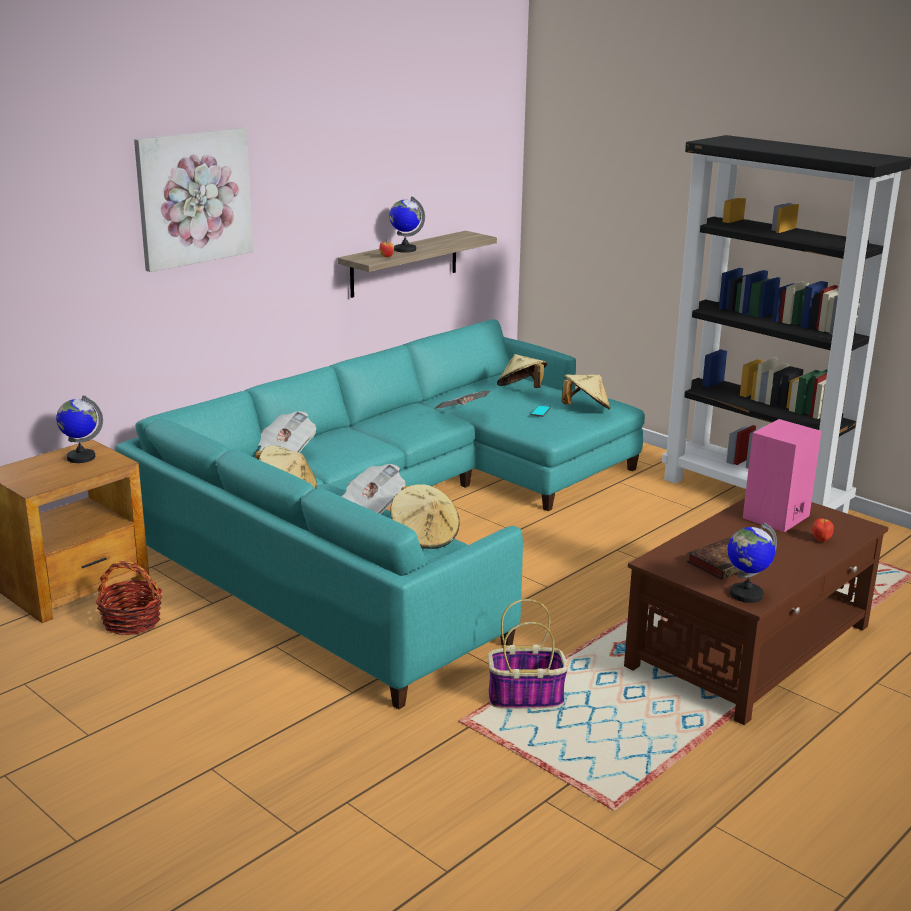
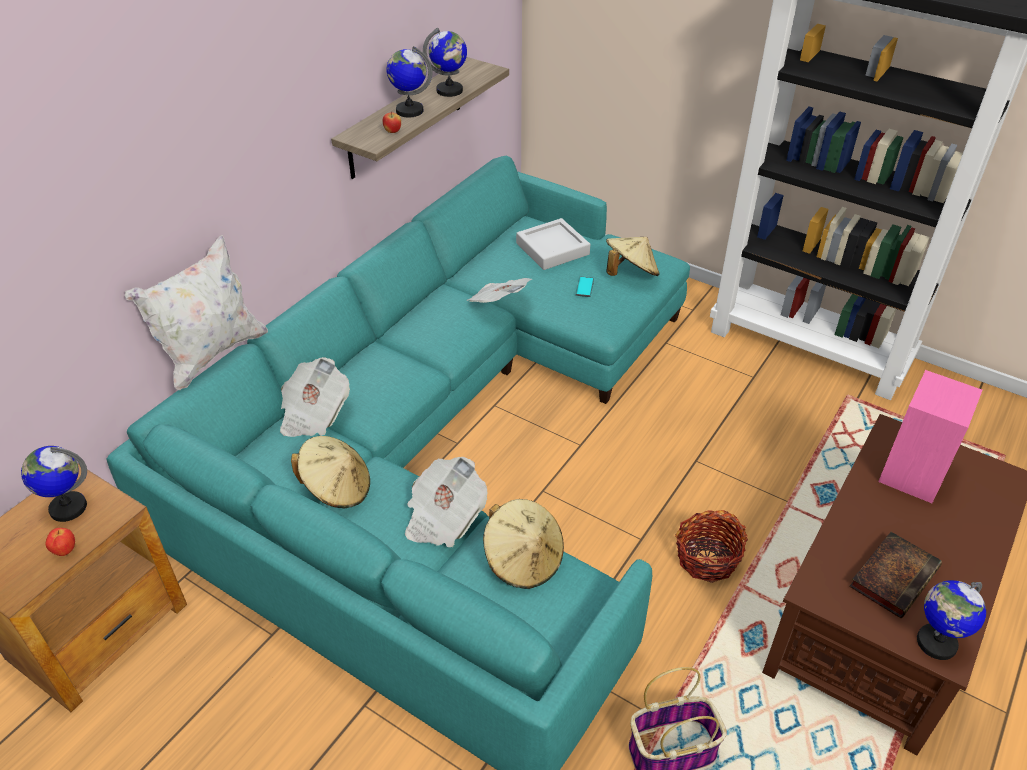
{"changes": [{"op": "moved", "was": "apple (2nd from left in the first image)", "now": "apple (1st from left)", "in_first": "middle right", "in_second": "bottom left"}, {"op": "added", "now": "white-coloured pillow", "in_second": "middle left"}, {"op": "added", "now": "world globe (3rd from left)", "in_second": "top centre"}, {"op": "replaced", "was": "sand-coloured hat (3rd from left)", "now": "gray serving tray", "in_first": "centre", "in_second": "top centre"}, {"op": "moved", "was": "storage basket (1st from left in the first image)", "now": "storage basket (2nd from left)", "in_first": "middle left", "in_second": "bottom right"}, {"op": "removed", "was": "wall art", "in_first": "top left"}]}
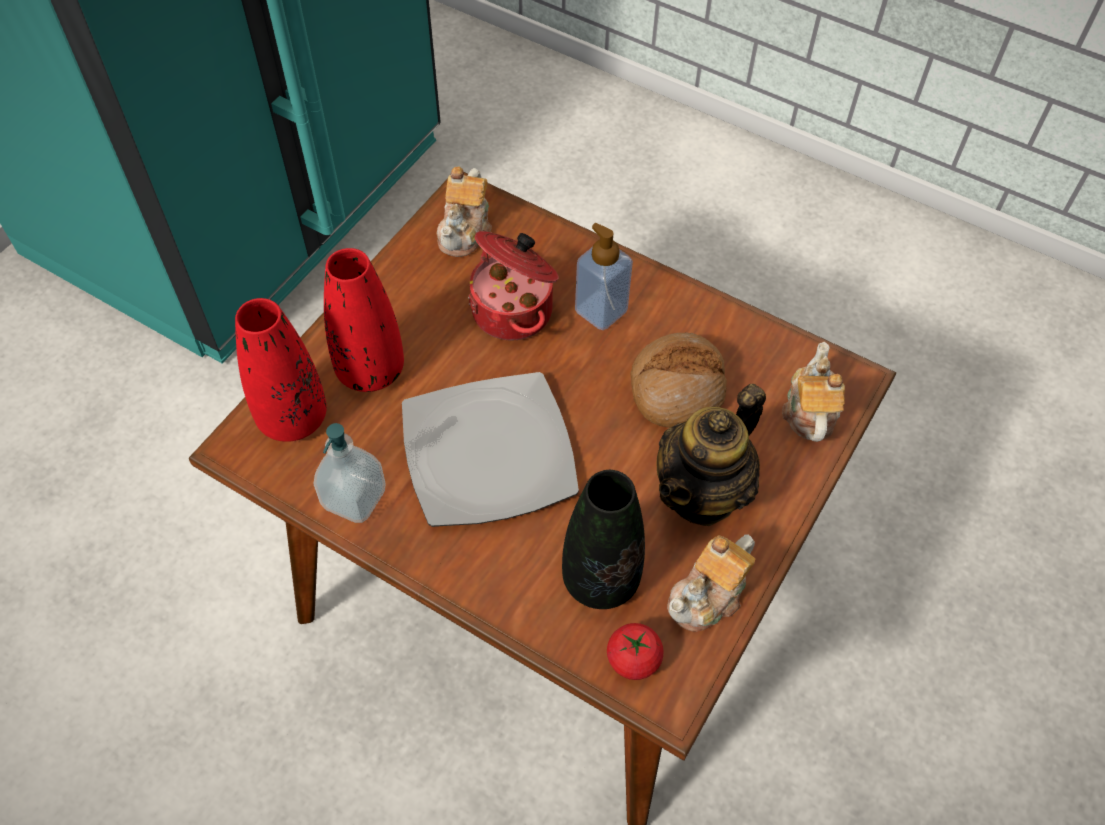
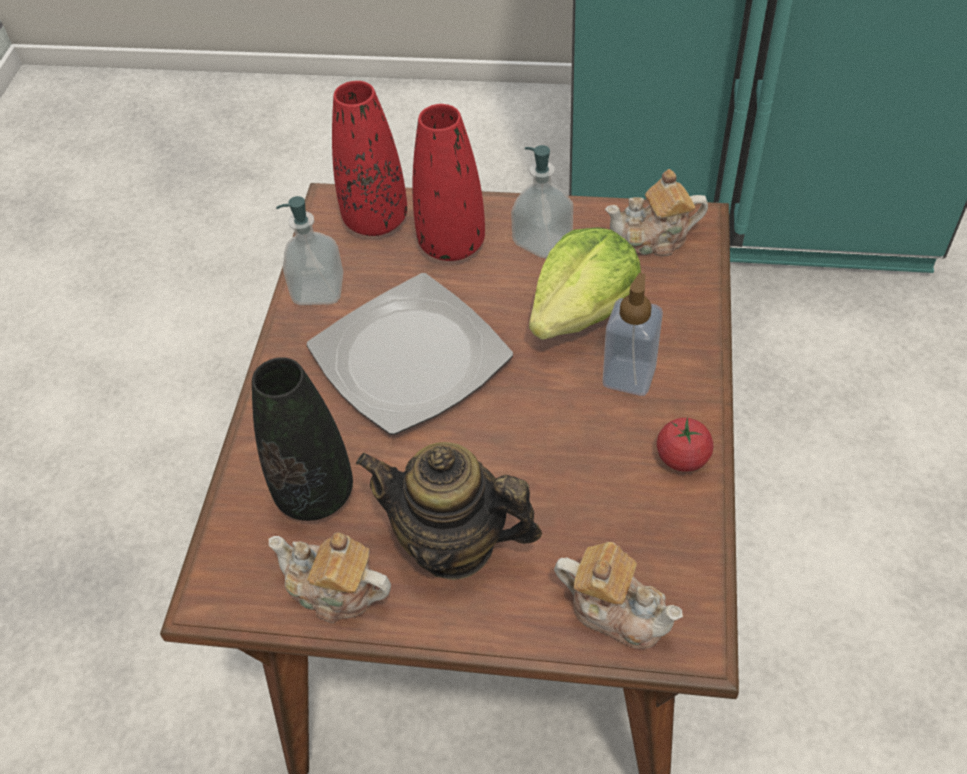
{"changes": [{"op": "added", "now": "soap dispenser (2nd from left)", "in_second": "top centre"}, {"op": "replaced", "was": "stockpot", "now": "lettuce head", "in_first": "centre", "in_second": "centre"}, {"op": "turned", "was": "tea pot (4th from left in the first image)", "in_first": "middle right", "in_second": "bottom centre", "clockwise": 45}, {"op": "moved", "was": "fresh tomato", "in_first": "bottom centre", "in_second": "middle right"}, {"op": "removed", "was": "baked bread", "in_first": "centre"}]}
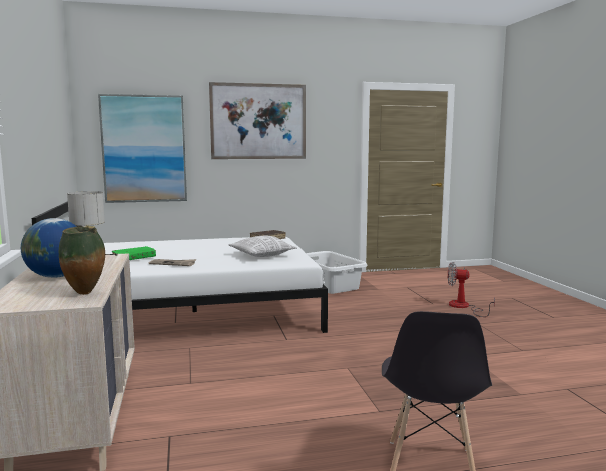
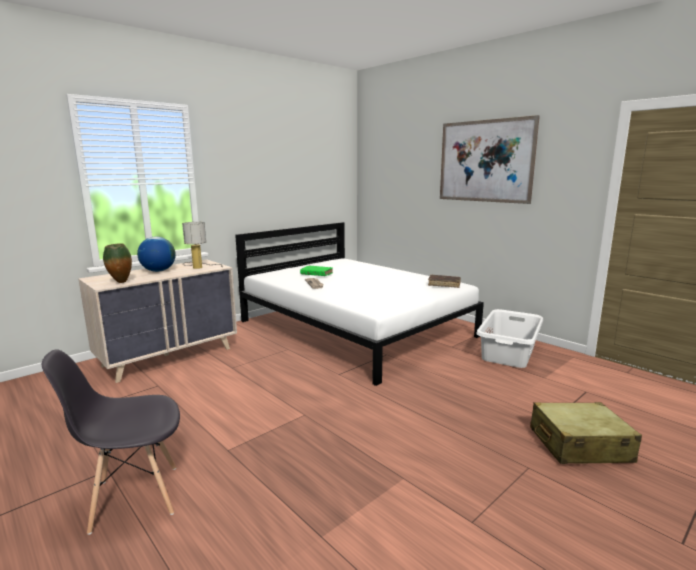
{"changes": [{"op": "replaced", "was": "electric fan", "now": "sand-coloured suitcase", "in_first": "middle right", "in_second": "bottom right"}, {"op": "removed", "was": "wall art (1st from left)", "in_first": "top left"}, {"op": "removed", "was": "pillow", "in_first": "centre"}]}
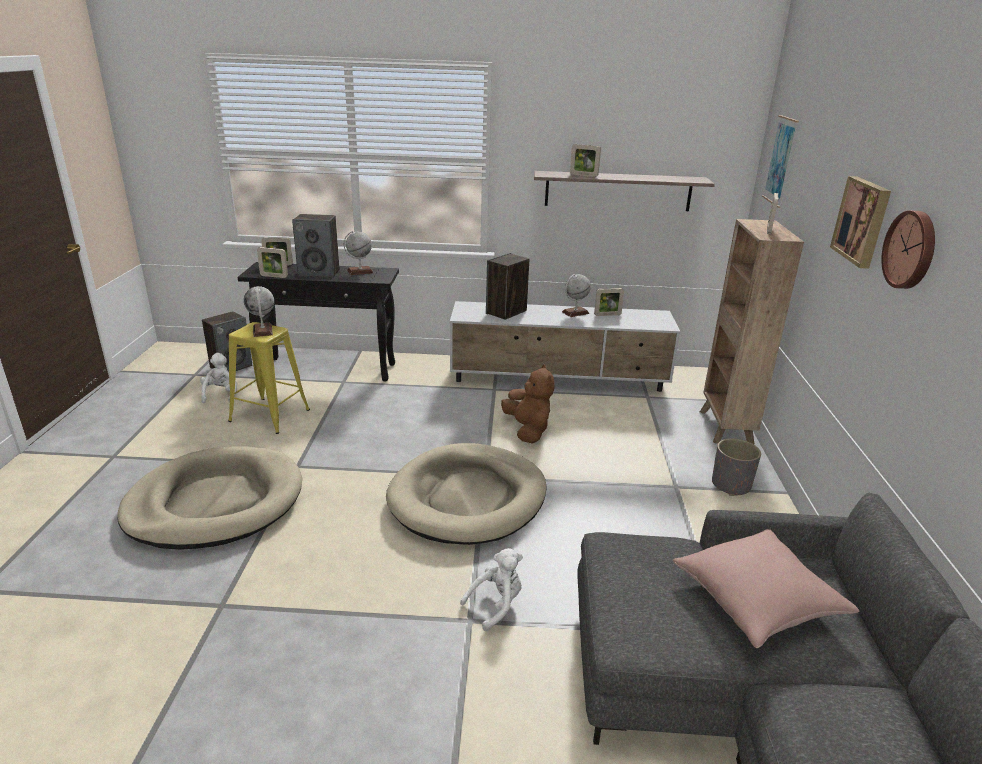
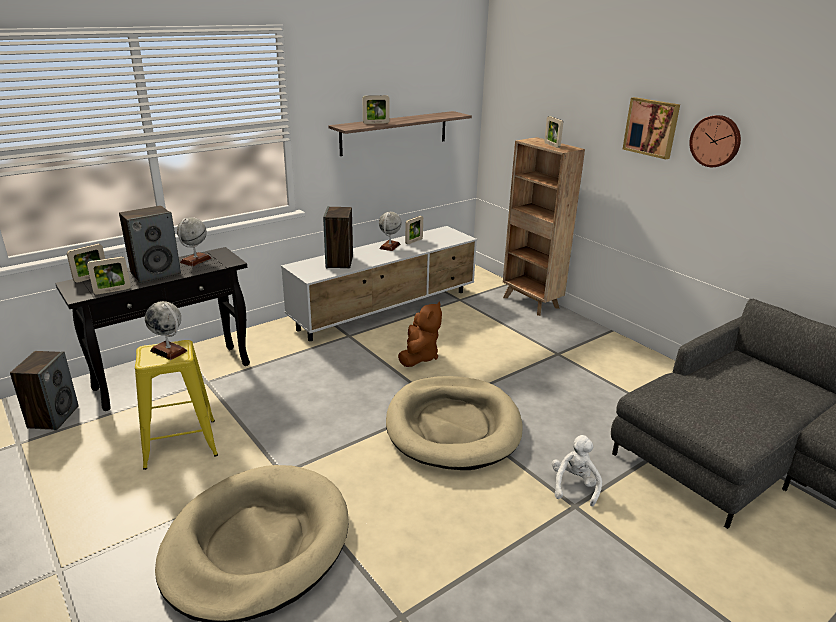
{"changes": [{"op": "turned", "was": "brown-coloured soft toy", "in_first": "centre", "in_second": "centre", "clockwise": 75}, {"op": "removed", "was": "white-coloured soft toy (1st from left)", "in_first": "middle left"}, {"op": "removed", "was": "pinkish pillow", "in_first": "bottom right"}, {"op": "removed", "was": "gray flower pot", "in_first": "middle right"}, {"op": "removed", "was": "wall art (1st from left)", "in_first": "top right"}]}
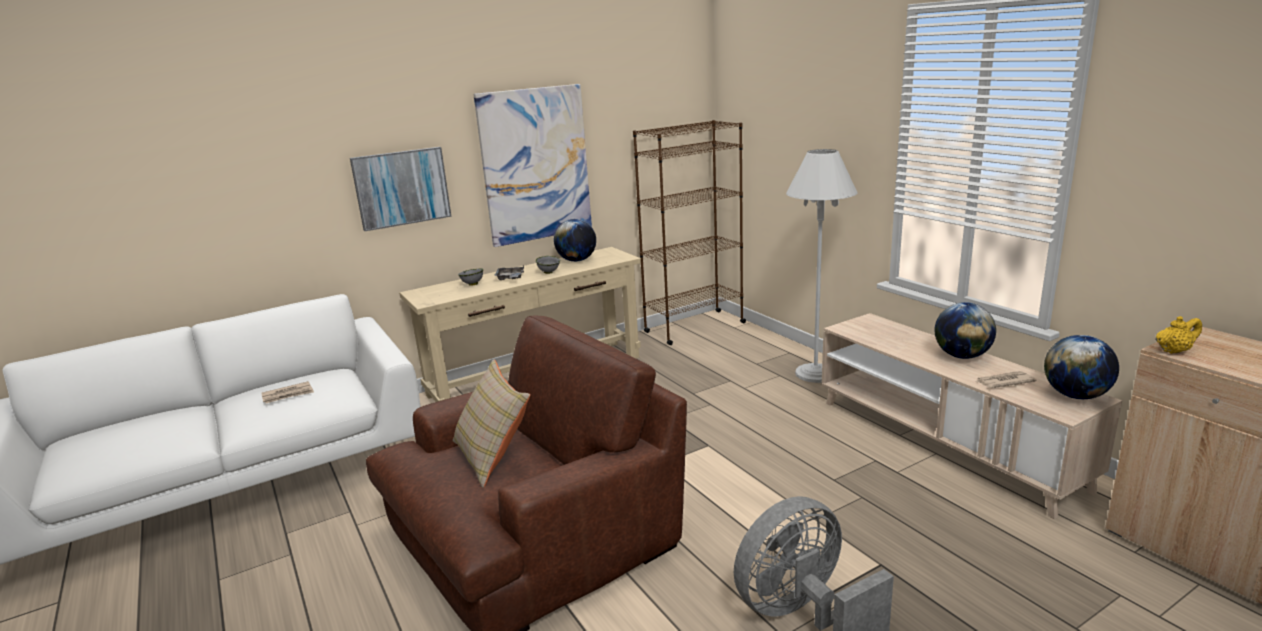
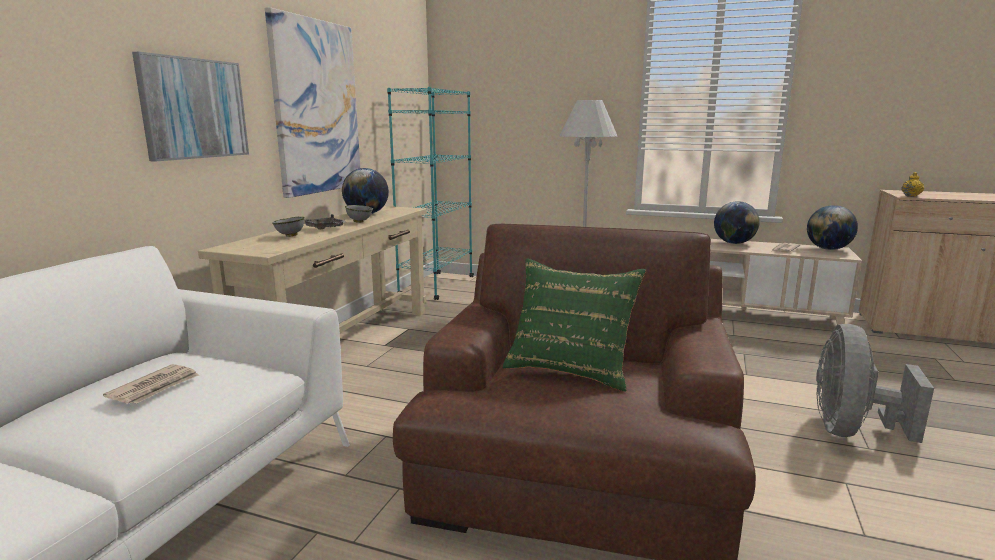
{"changes": [{"op": "recoloured", "was": "brown-coloured shelving unit", "now": "turquoise shelving unit", "in_first": "centre", "in_second": "centre"}, {"op": "recoloured", "was": "sand-coloured pillow", "now": "greenish pillow", "in_first": "bottom centre", "in_second": "centre"}]}
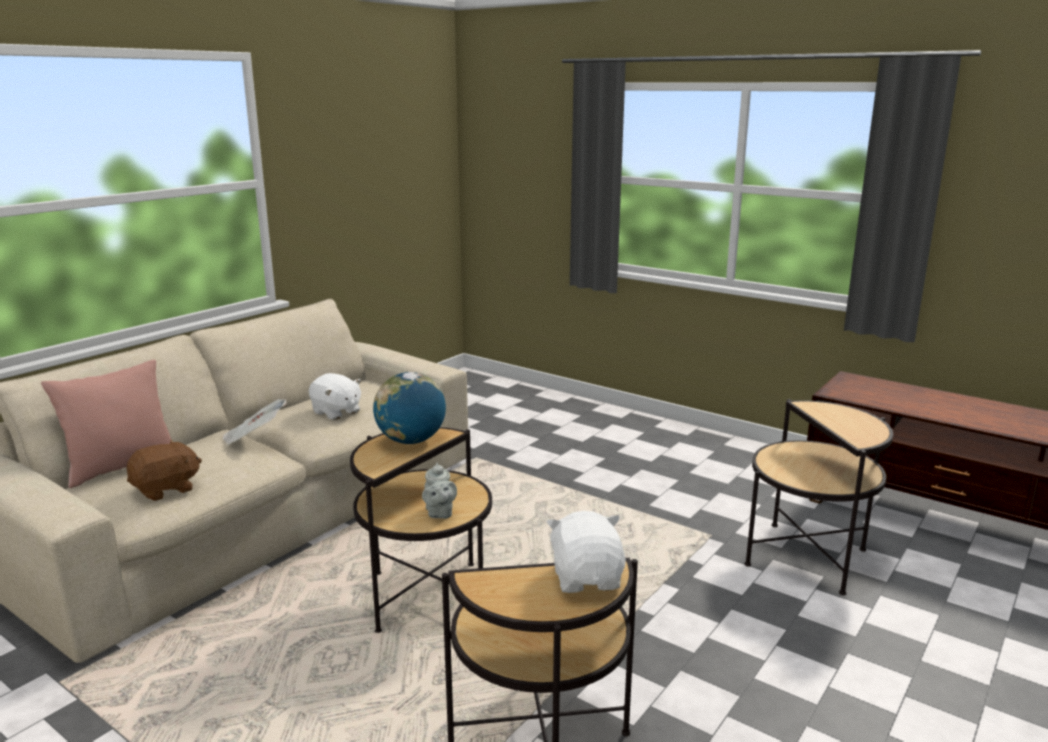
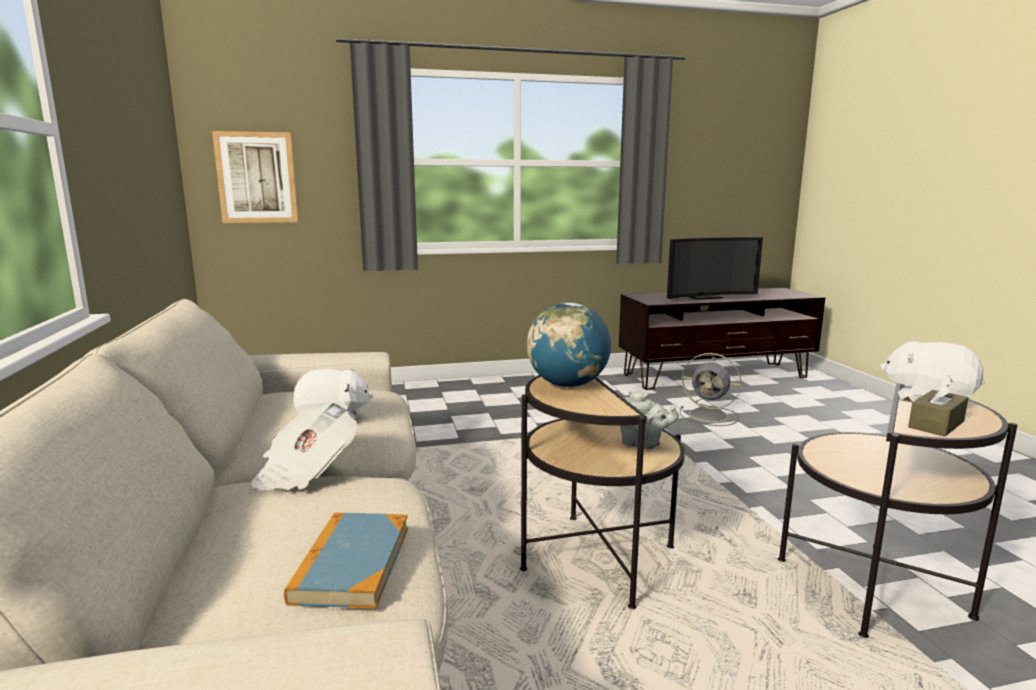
{"changes": [{"op": "added", "now": "wall art", "in_second": "top left"}, {"op": "replaced", "was": "brown-coloured soft toy", "now": "book", "in_first": "middle left", "in_second": "bottom centre"}, {"op": "added", "now": "TV", "in_second": "middle right"}, {"op": "replaced", "was": "side table (3rd from left)", "now": "gray electric fan", "in_first": "bottom right", "in_second": "middle right"}, {"op": "added", "now": "brown-coloured tissue holder", "in_second": "middle right"}, {"op": "removed", "was": "pinkish pillow", "in_first": "middle left"}]}
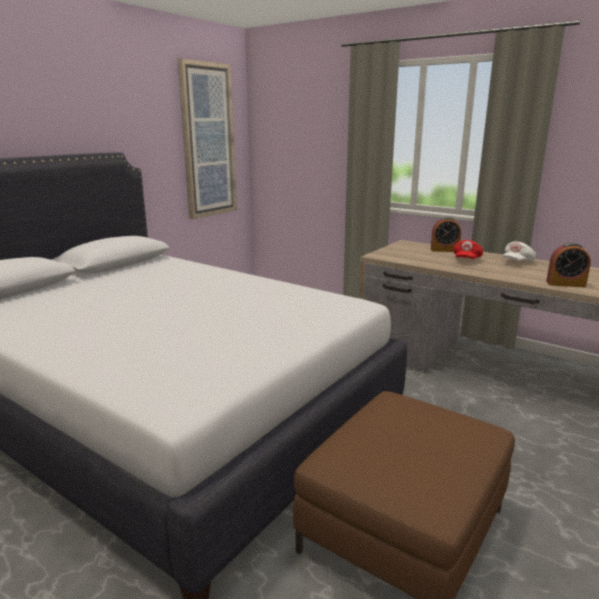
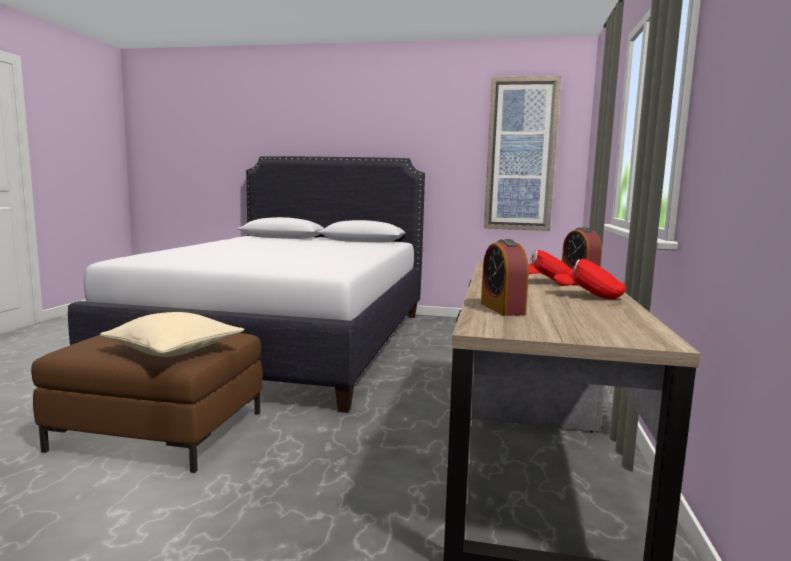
{"changes": [{"op": "added", "now": "sand-coloured pillow", "in_second": "middle left"}, {"op": "recoloured", "was": "white-coloured peaked cap", "now": "reddish peaked cap (2nd from left)", "in_first": "middle right", "in_second": "middle right"}]}
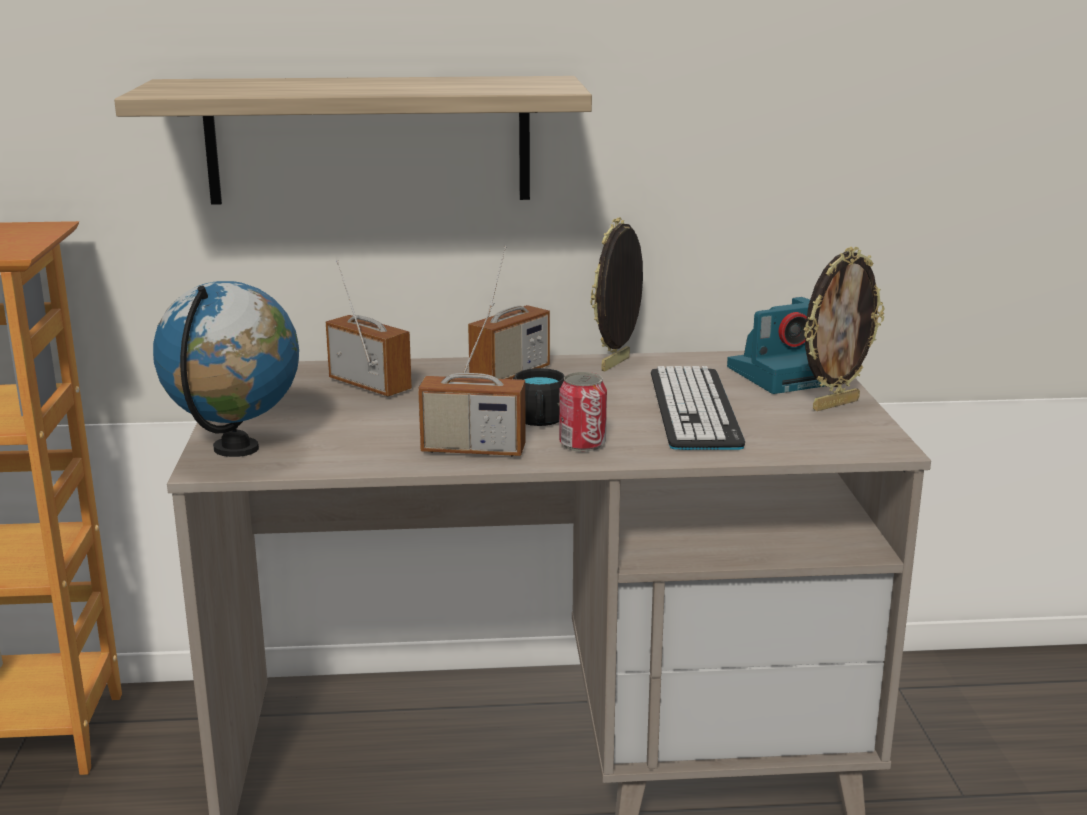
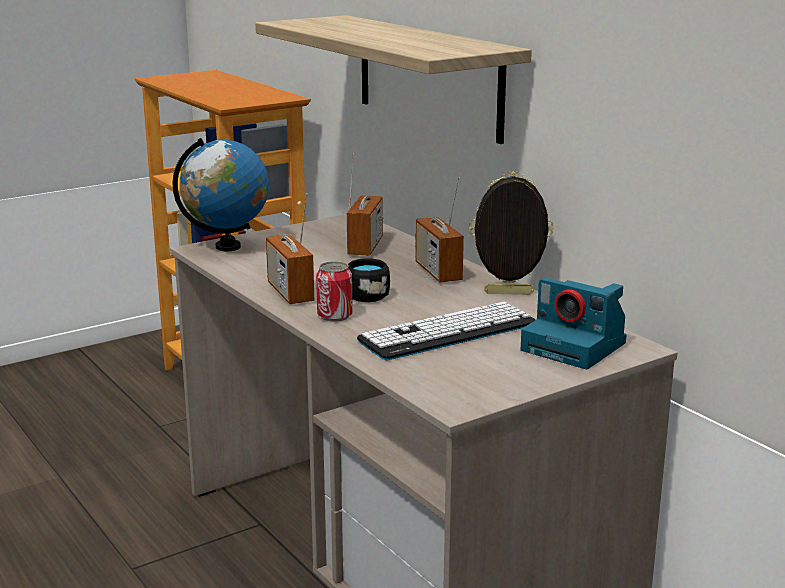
{"changes": [{"op": "turned", "was": "radio set (3rd from left)", "in_first": "centre", "in_second": "centre", "clockwise": 60}, {"op": "removed", "was": "standing frame (2nd from left)", "in_first": "middle right"}]}
